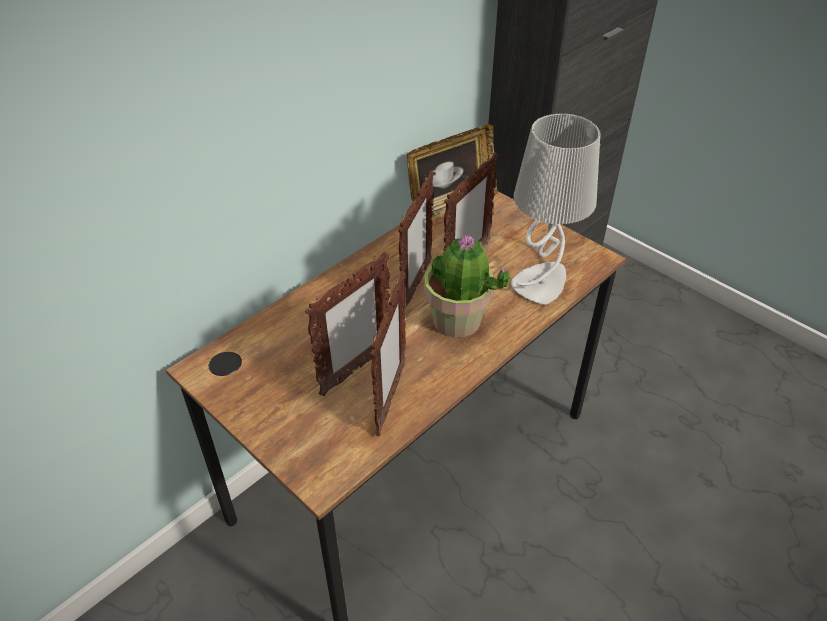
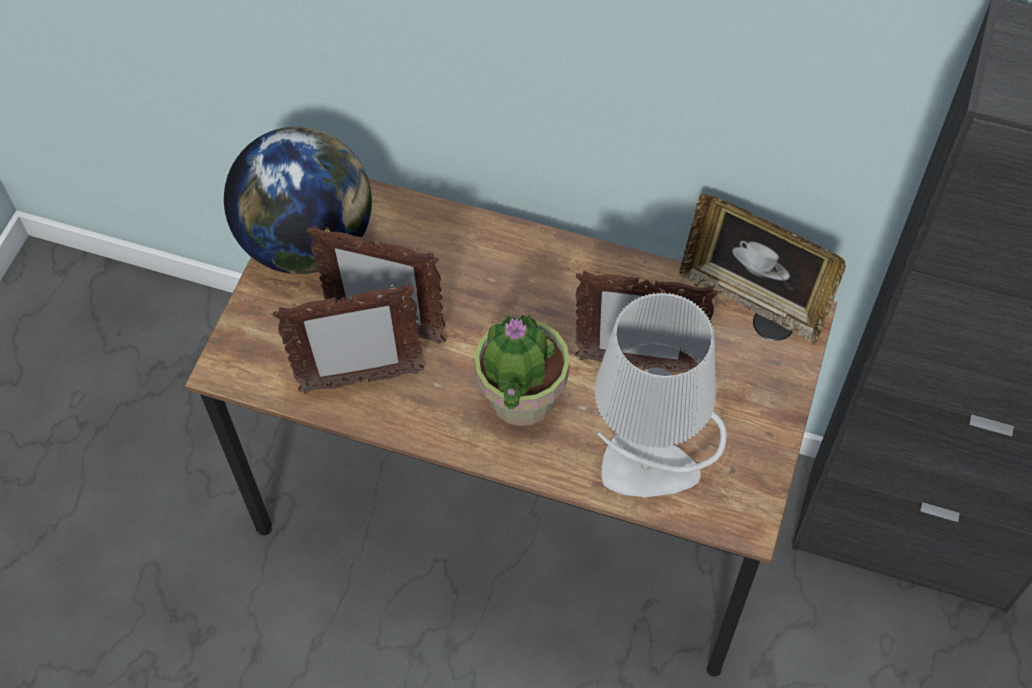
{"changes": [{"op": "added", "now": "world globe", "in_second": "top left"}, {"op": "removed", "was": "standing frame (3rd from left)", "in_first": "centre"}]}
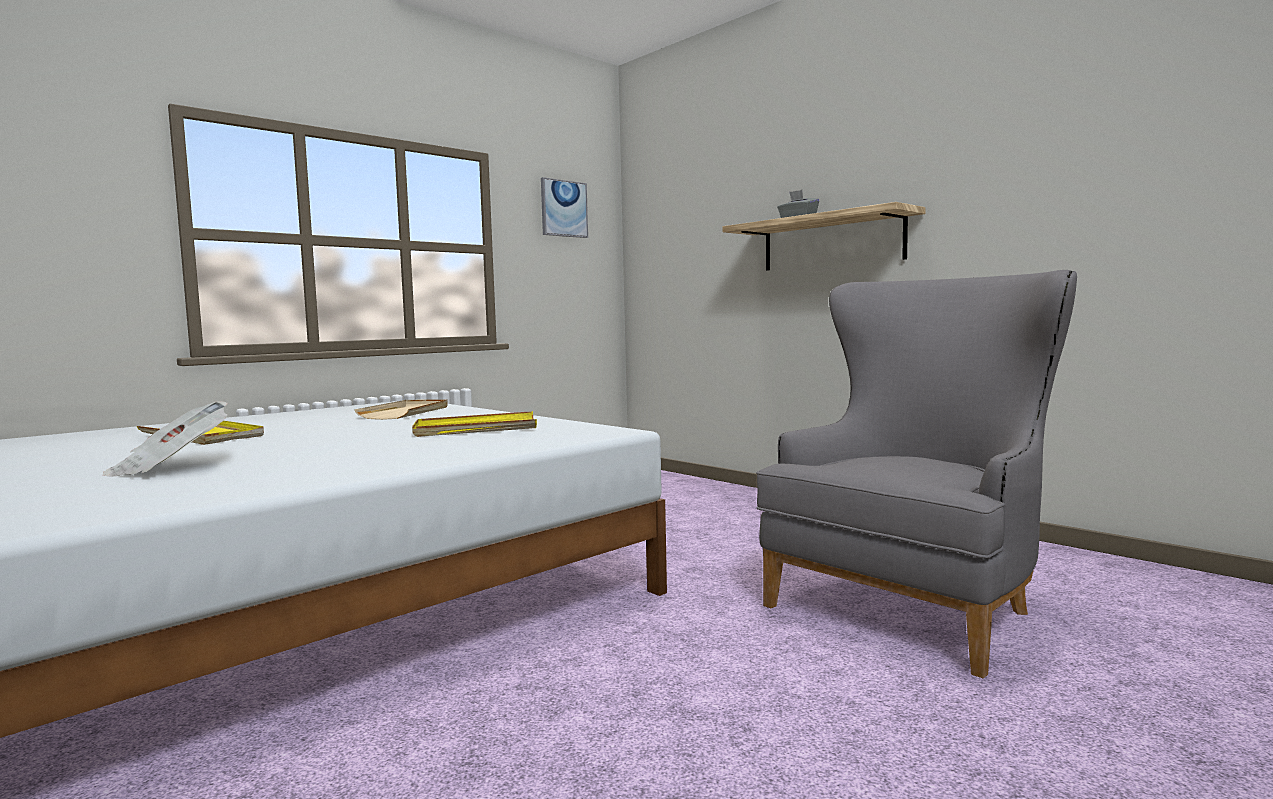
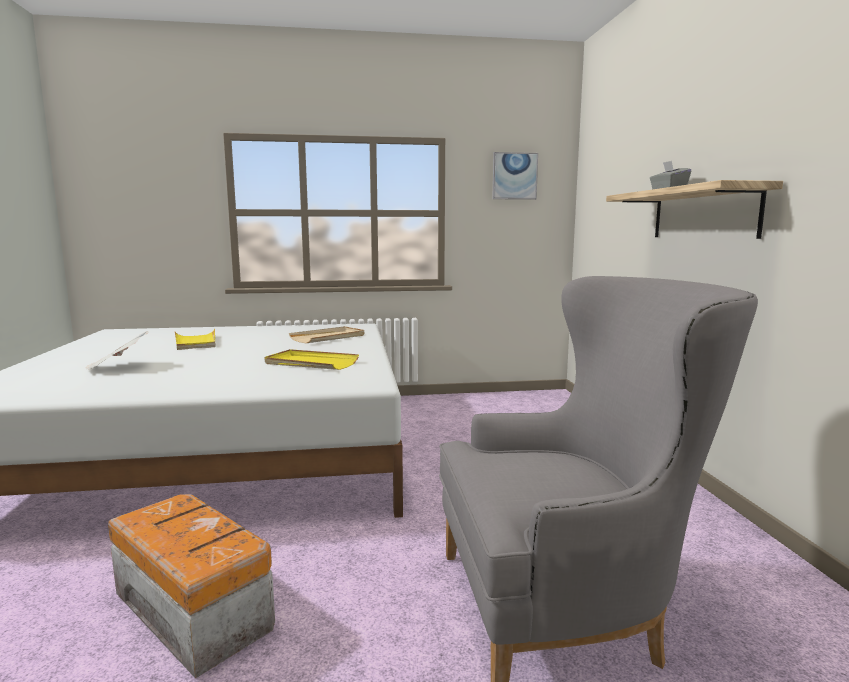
{"changes": [{"op": "added", "now": "storage container", "in_second": "bottom left"}]}
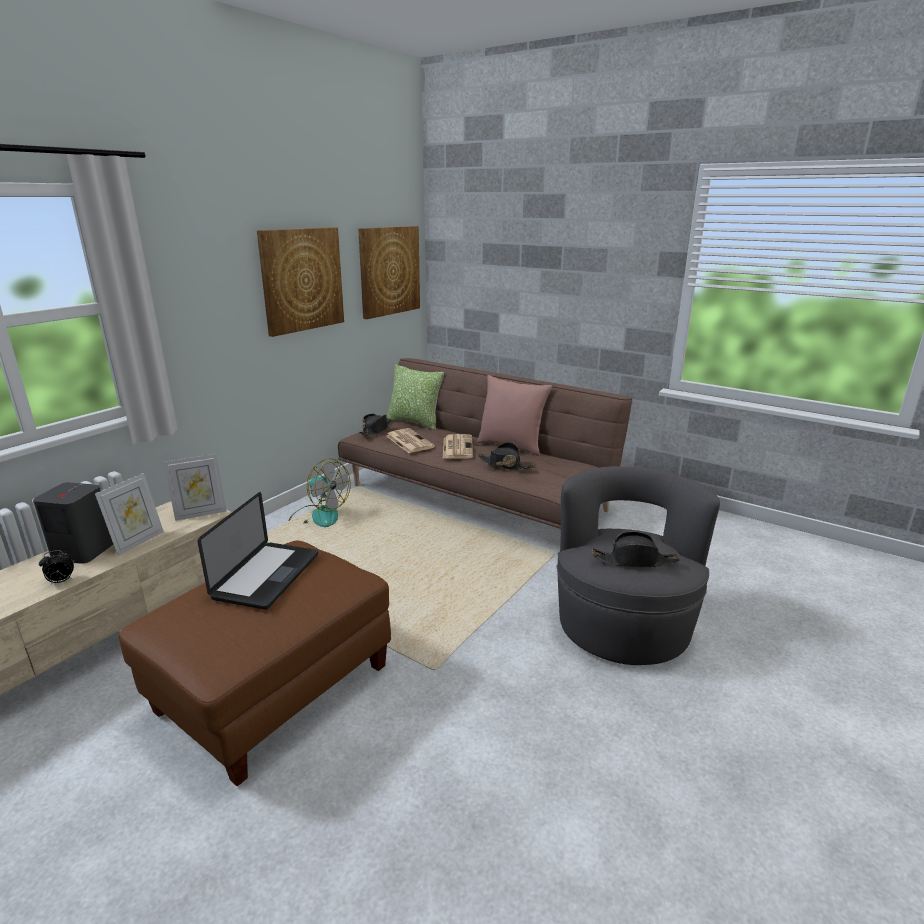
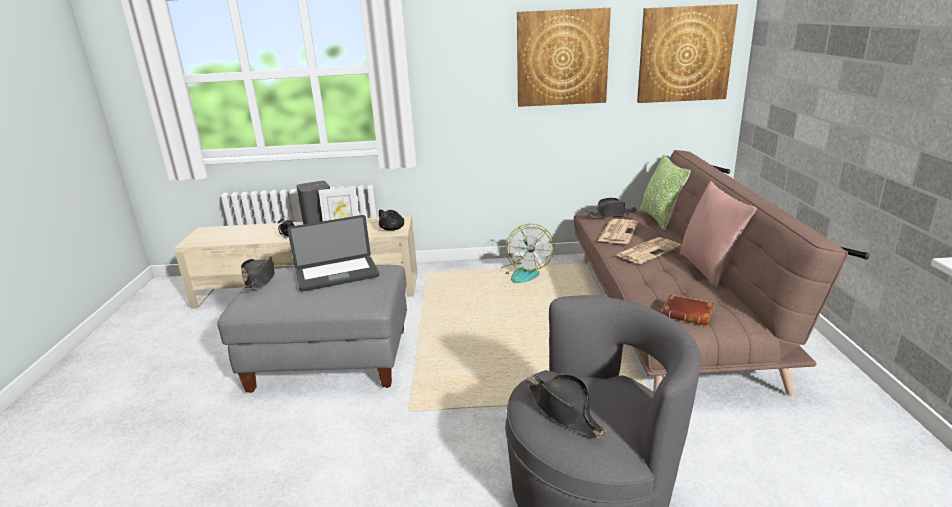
{"changes": [{"op": "recoloured", "was": "brown-coloured ottoman", "now": "gray ottoman", "in_first": "bottom left", "in_second": "middle left"}, {"op": "moved", "was": "black-coloured hat (2nd from left in the first image)", "now": "black-coloured hat (1st from left)", "in_first": "centre", "in_second": "middle left"}, {"op": "replaced", "was": "standing frame (2nd from left)", "now": "black-coloured soft toy", "in_first": "middle left", "in_second": "centre"}, {"op": "added", "now": "brown-coloured book", "in_second": "middle right"}]}
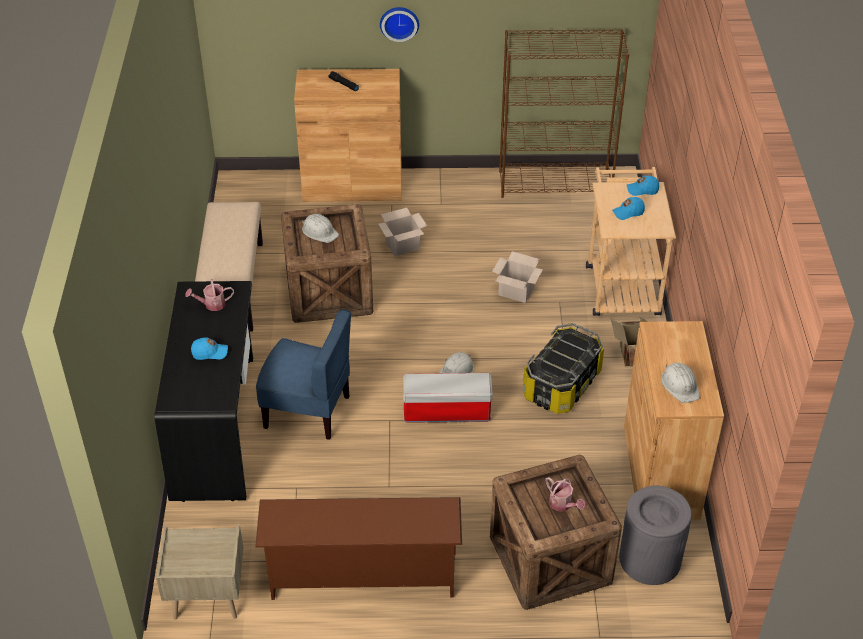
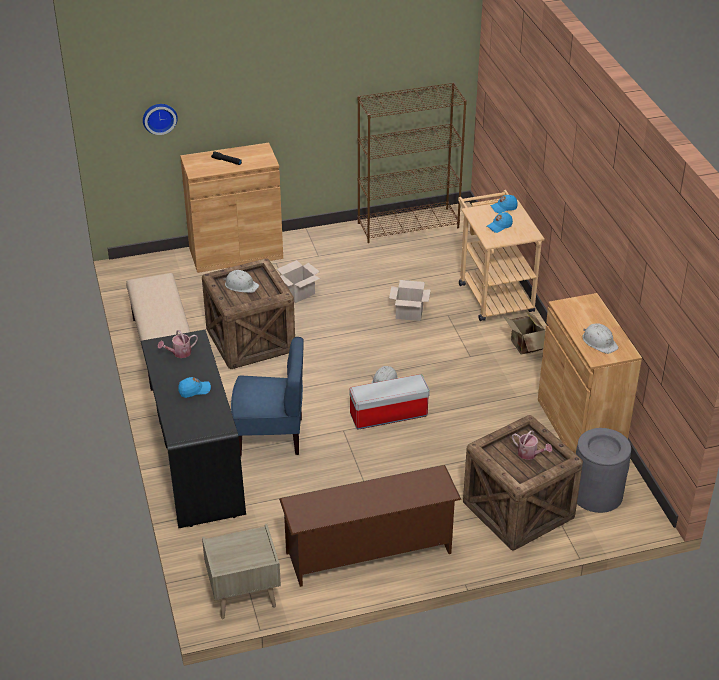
{"changes": [{"op": "moved", "was": "clock on the wall", "in_first": "top centre", "in_second": "top left"}, {"op": "removed", "was": "storage container (2nd from left)", "in_first": "centre"}]}
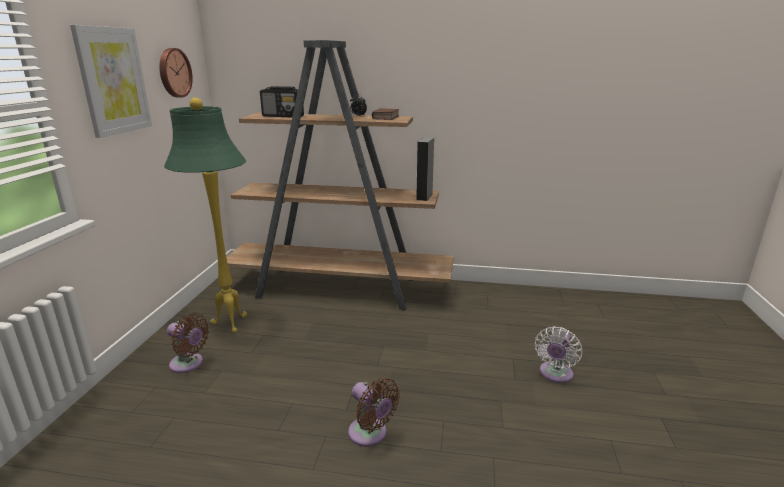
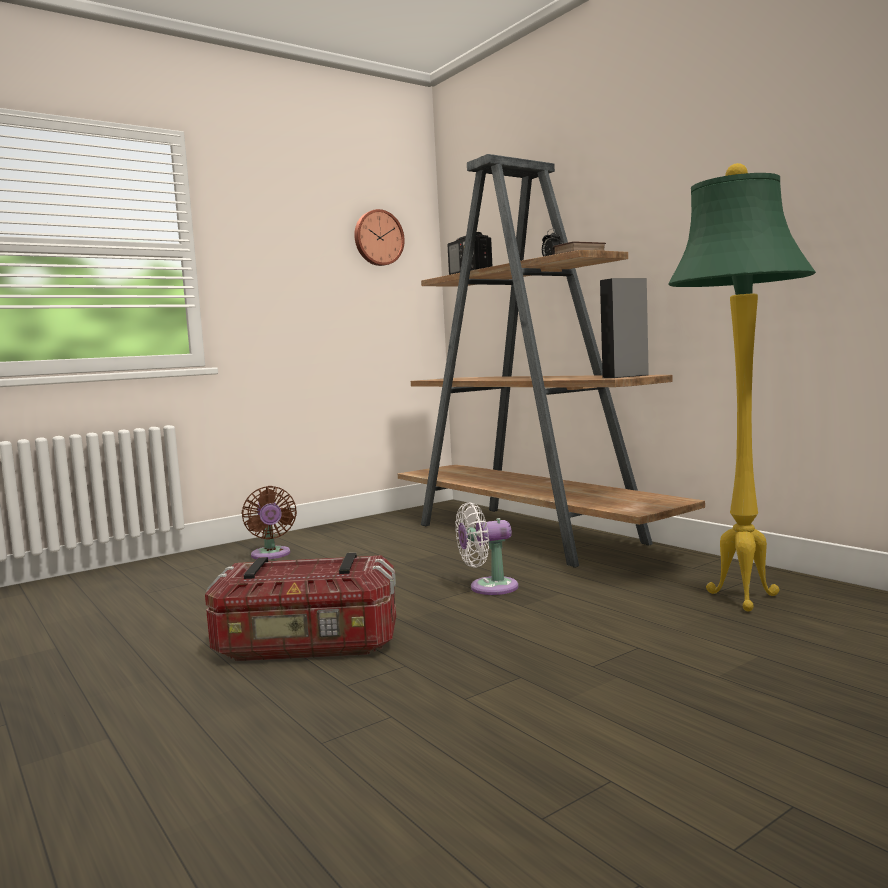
{"changes": [{"op": "replaced", "was": "brown-coloured electric fan (2nd from left)", "now": "storage container", "in_first": "bottom centre", "in_second": "bottom centre"}, {"op": "moved", "was": "white-coloured electric fan", "in_first": "bottom right", "in_second": "centre"}, {"op": "moved", "was": "greenish standing lamp", "in_first": "middle left", "in_second": "middle right"}, {"op": "removed", "was": "wall art", "in_first": "top left"}]}
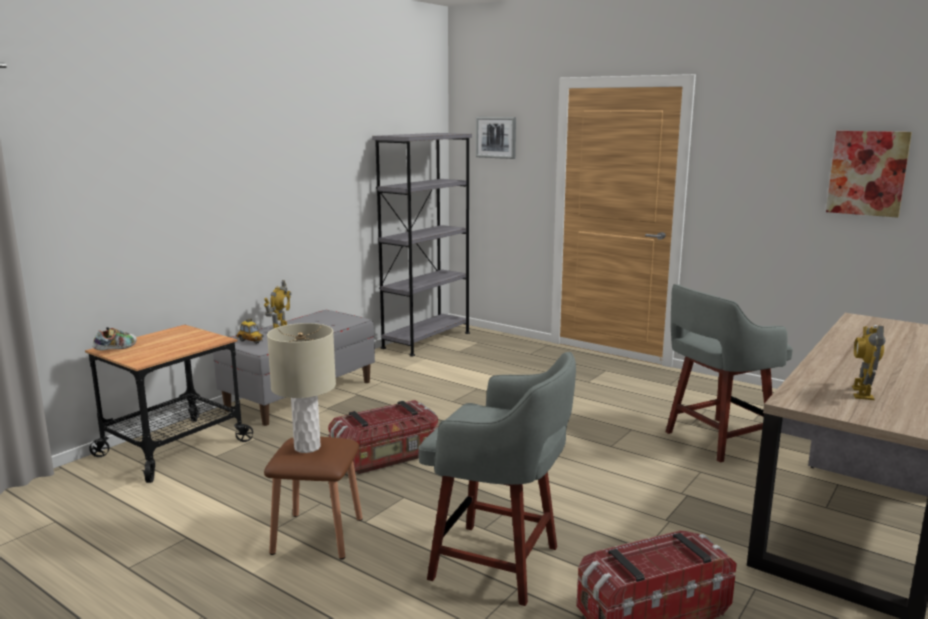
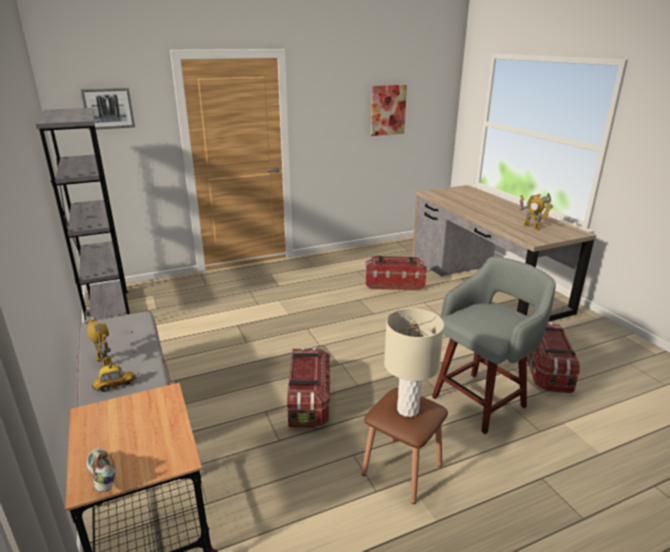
{"changes": [{"op": "replaced", "was": "gray sitting stool (2nd from left)", "now": "storage container (2nd from left)", "in_first": "middle right", "in_second": "centre"}]}
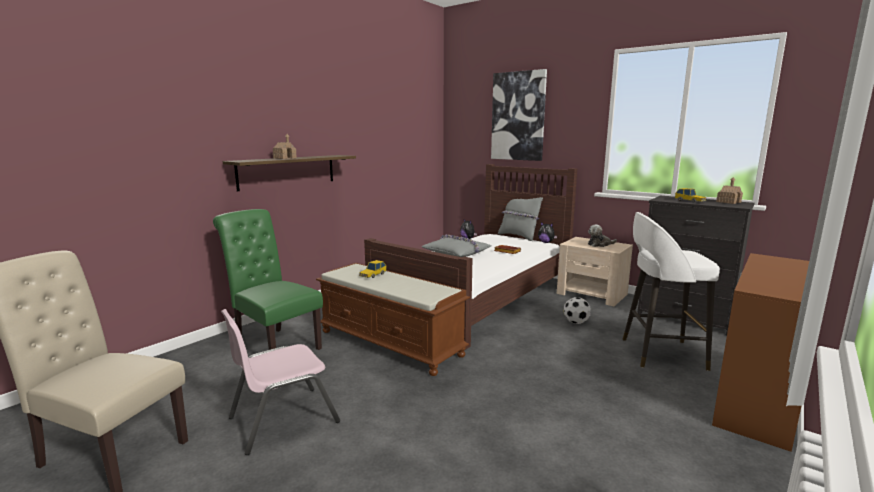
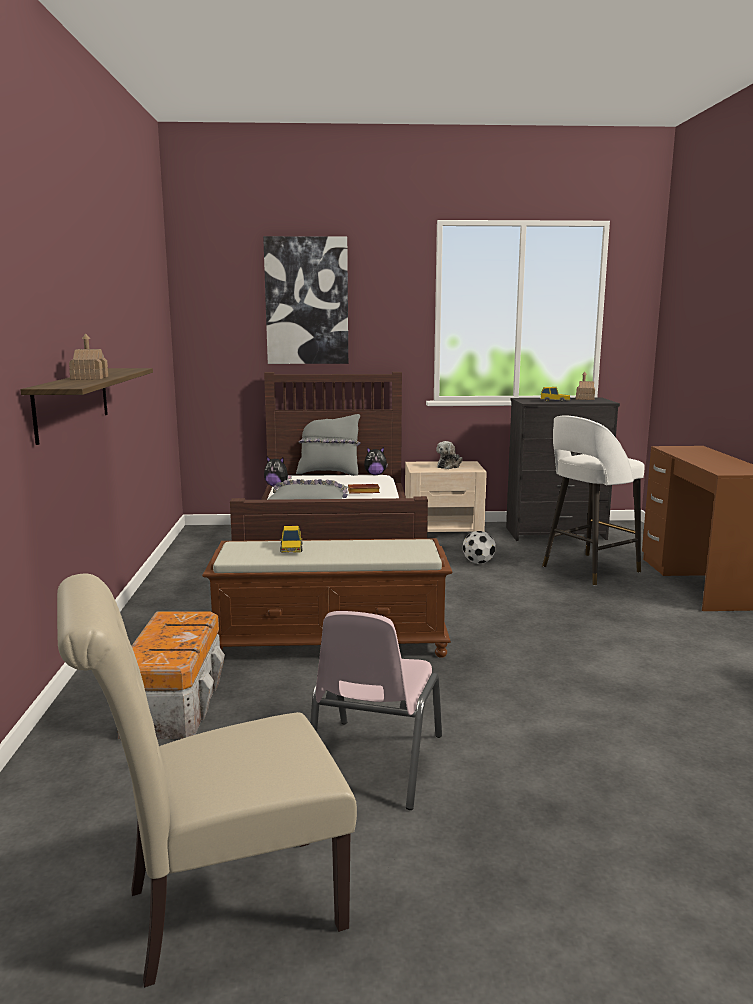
{"changes": [{"op": "replaced", "was": "greenish chair", "now": "storage container", "in_first": "middle left", "in_second": "bottom left"}]}
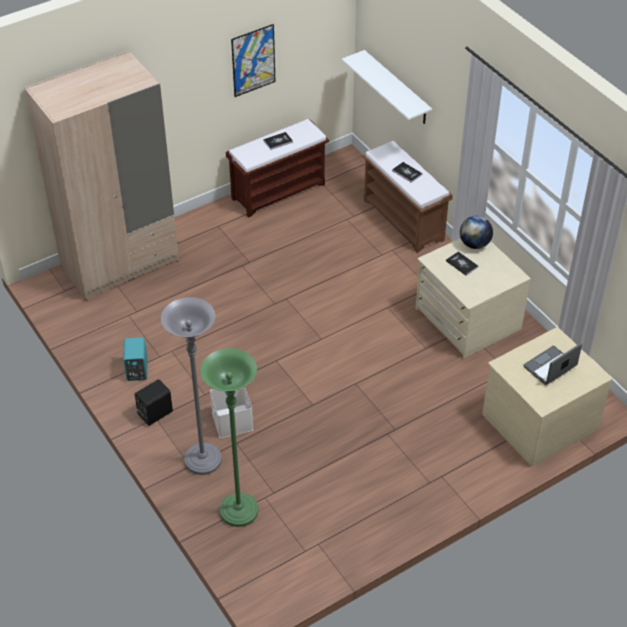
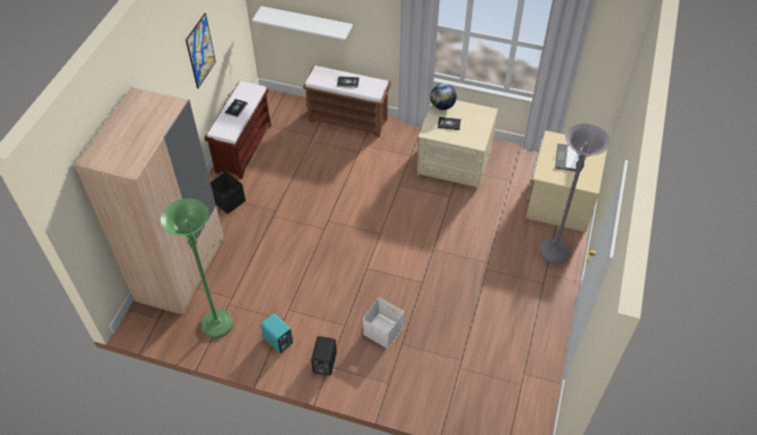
{"changes": [{"op": "moved", "was": "greenish standing lamp", "in_first": "bottom centre", "in_second": "middle left"}, {"op": "added", "now": "black-coloured storage container", "in_second": "middle left"}, {"op": "moved", "was": "gray standing lamp", "in_first": "middle left", "in_second": "middle right"}]}
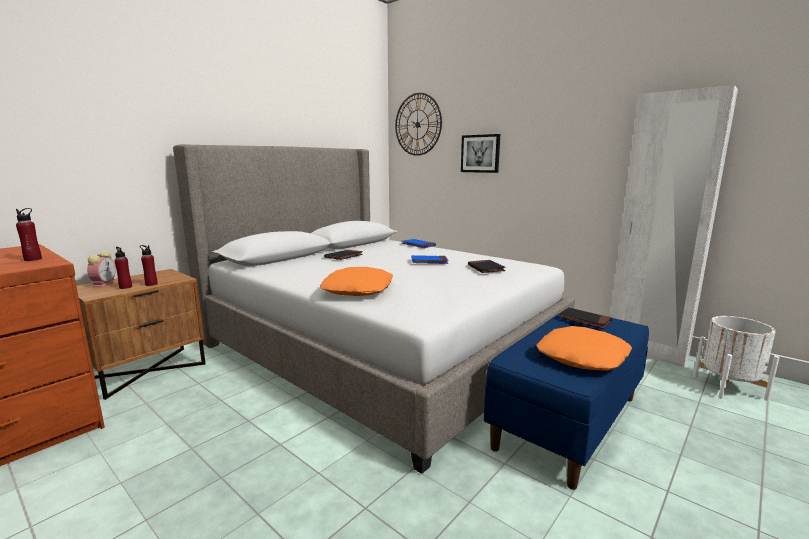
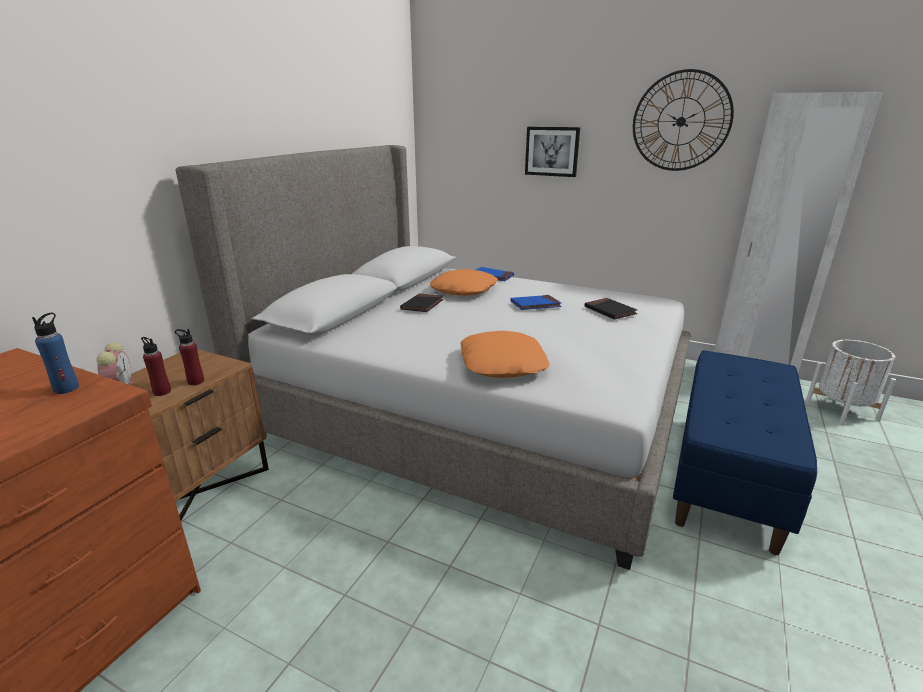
{"changes": [{"op": "recoloured", "was": "reddish beverage bottle (1st from left)", "now": "blue beverage bottle", "in_first": "middle left", "in_second": "middle left"}, {"op": "moved", "was": "orangey pillow (2nd from left in the first image)", "now": "orangey pillow (1st from left)", "in_first": "middle right", "in_second": "centre"}, {"op": "moved", "was": "clock on the wall", "in_first": "top centre", "in_second": "top right"}, {"op": "removed", "was": "black-coloured book (3rd from left)", "in_first": "middle right"}]}
